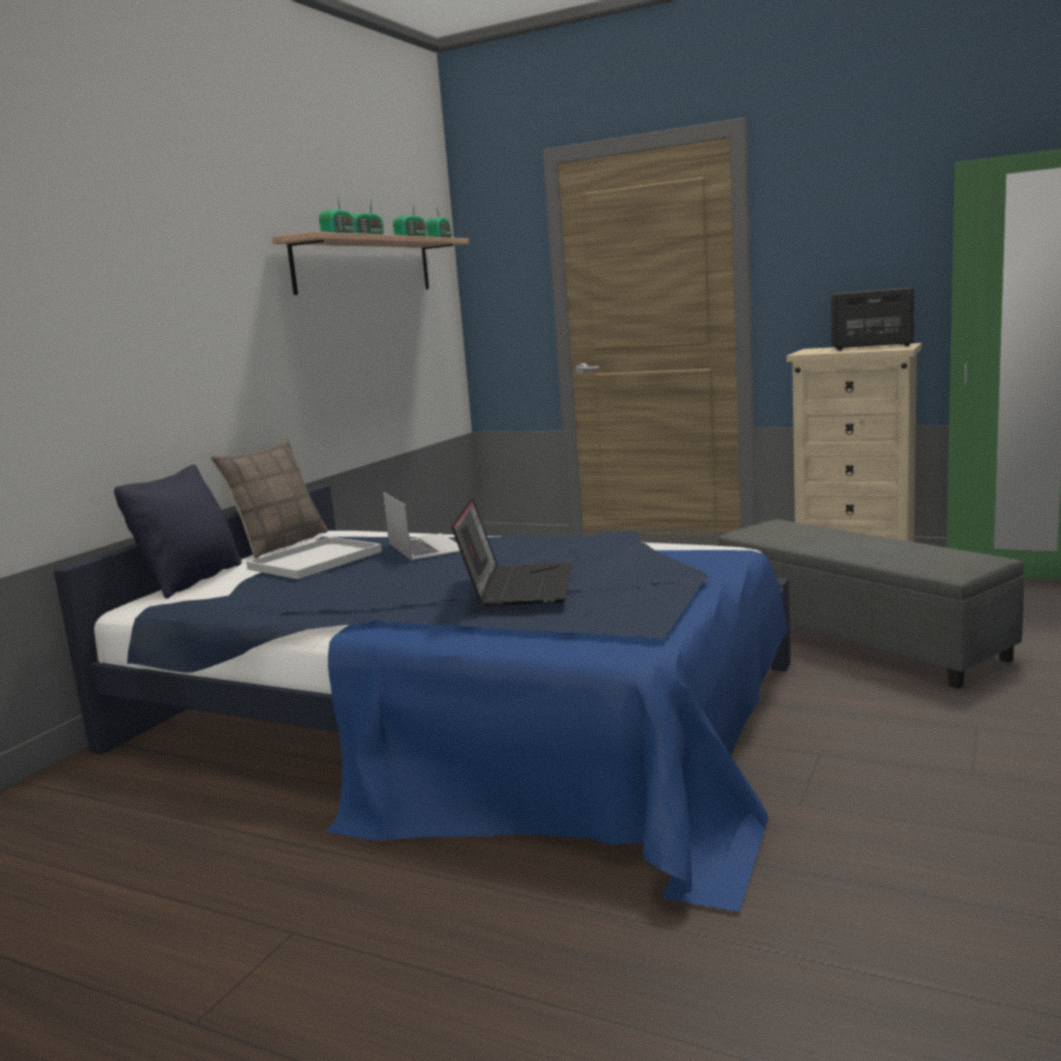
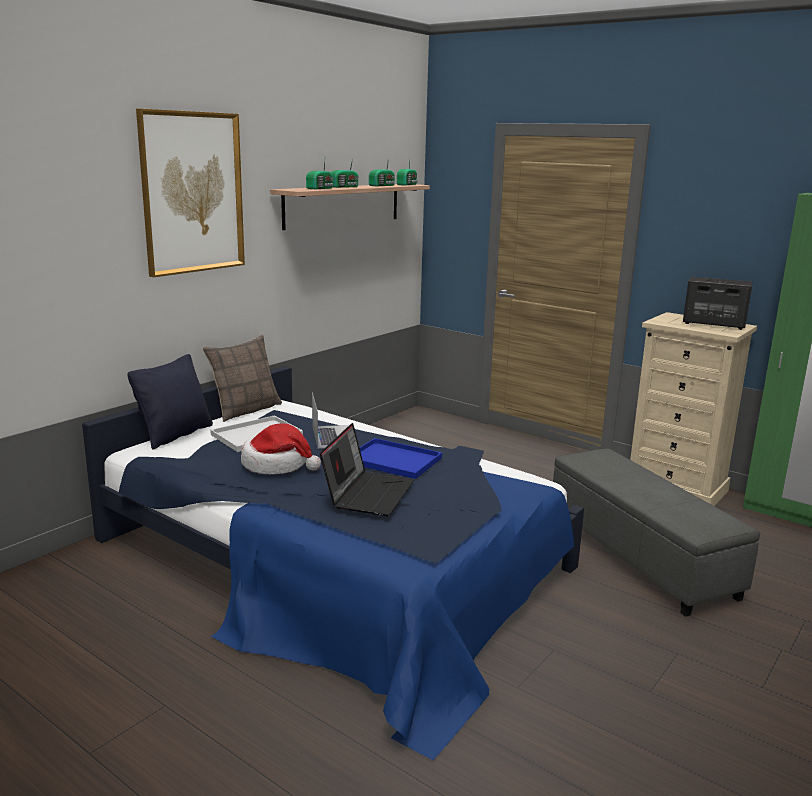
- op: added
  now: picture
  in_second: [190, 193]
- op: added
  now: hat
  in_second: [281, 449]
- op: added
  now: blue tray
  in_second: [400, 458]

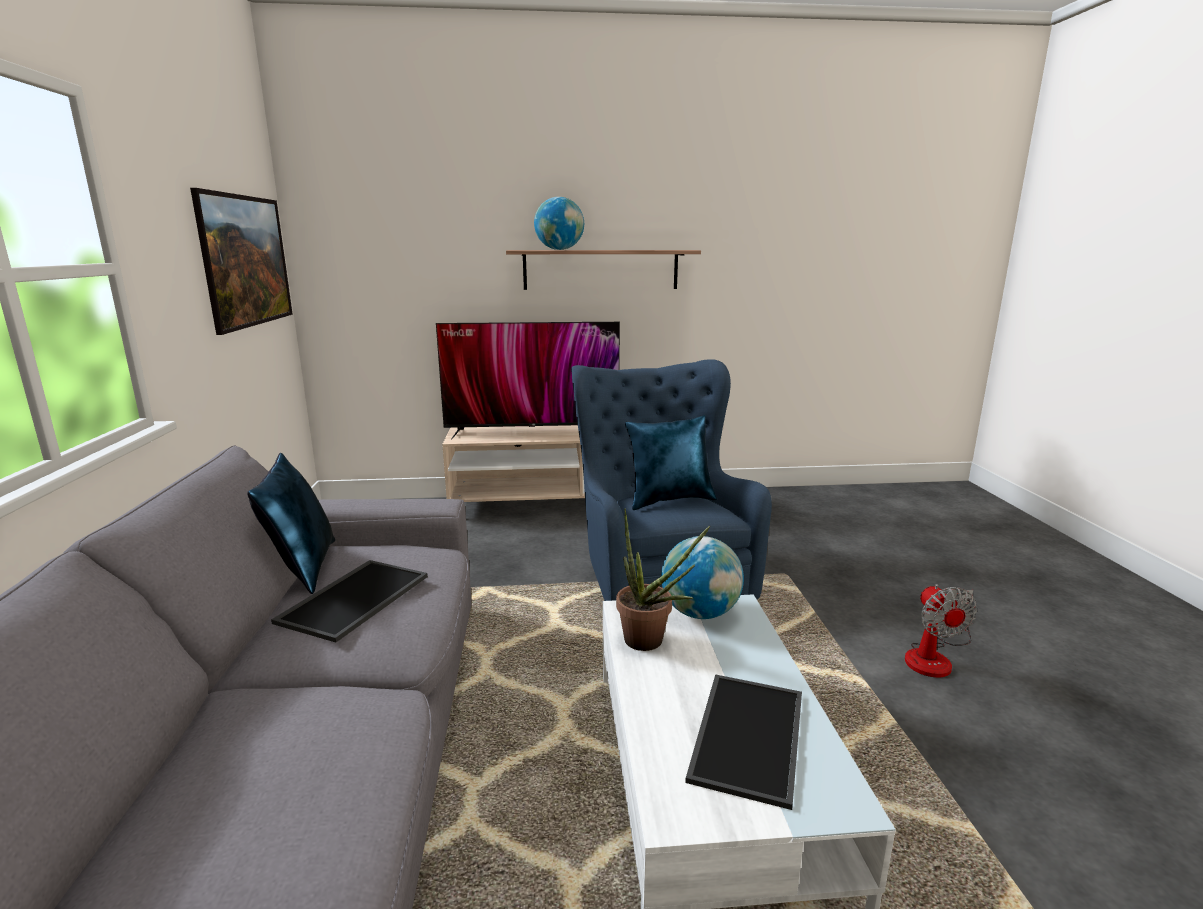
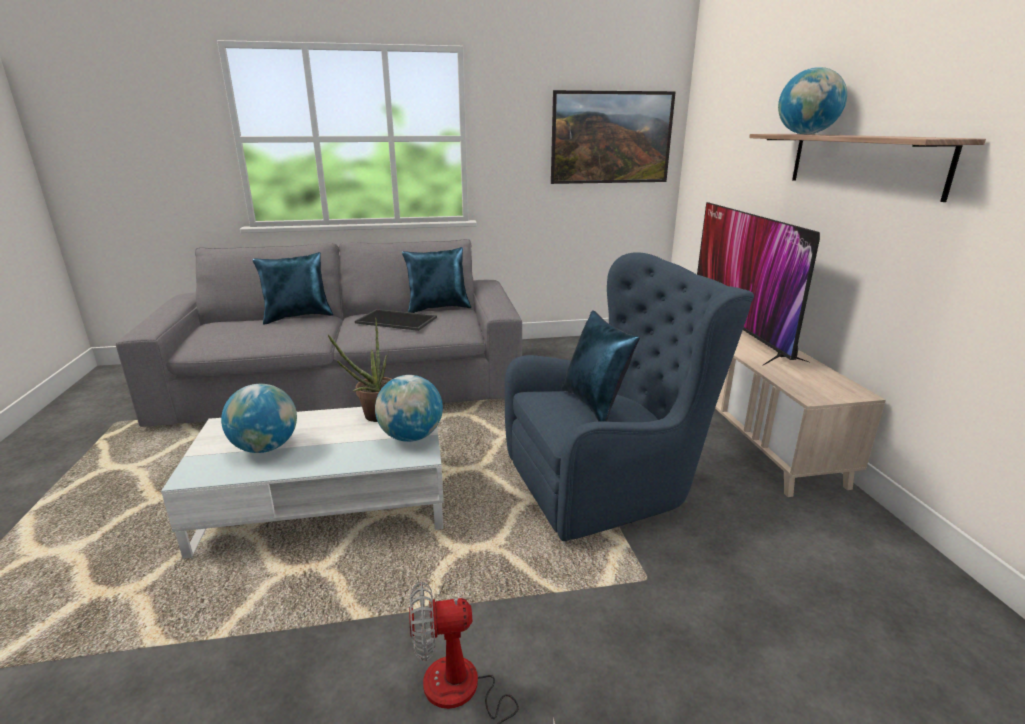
- op: replaced
  was: tray
  now: globe
  in_first: [743, 742]
  in_second: [259, 418]
- op: added
  now: blue pillow
  in_second: [292, 288]

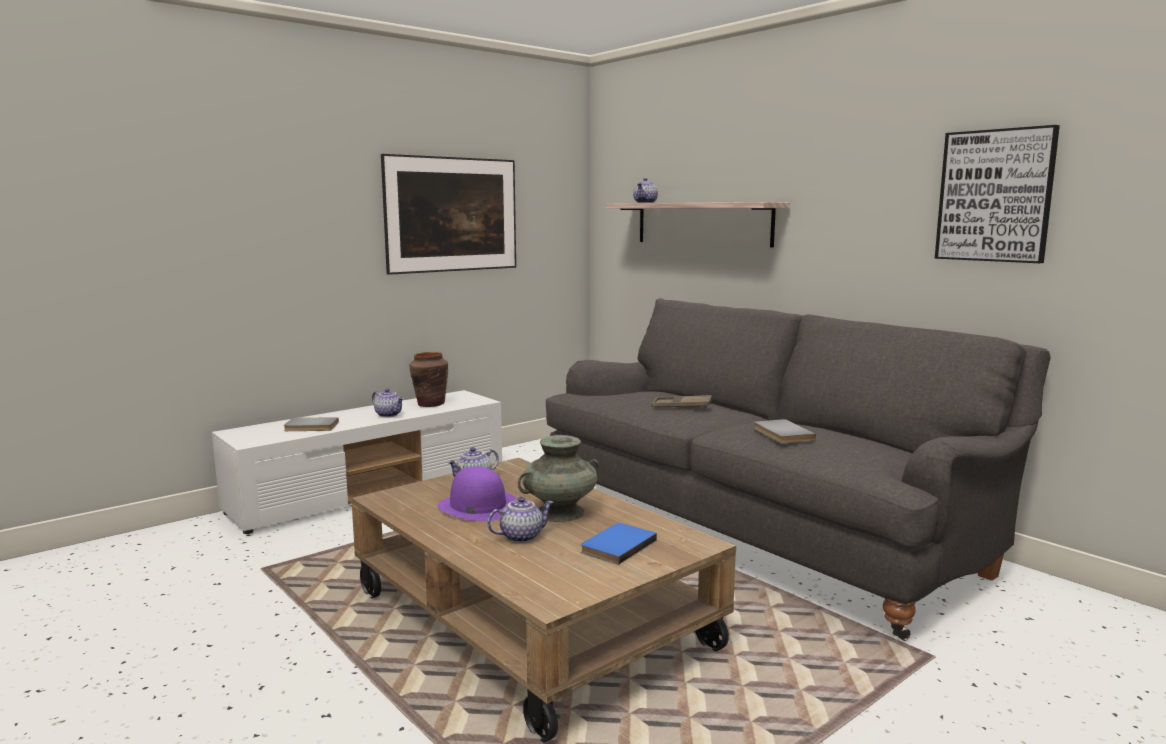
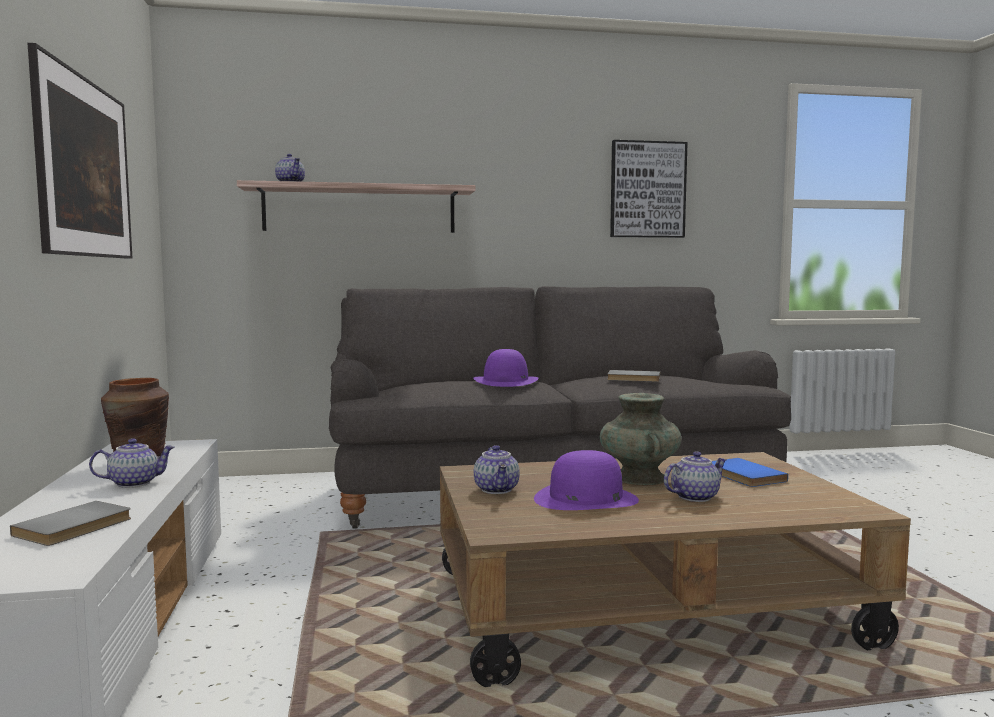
- op: replaced
  was: brown tray
  now: purplish hat
  in_first: [681, 401]
  in_second: [506, 368]
- op: turned
  was: tea pot
  in_first: [520, 520]
  in_second: [695, 476]
  clockwise: 60

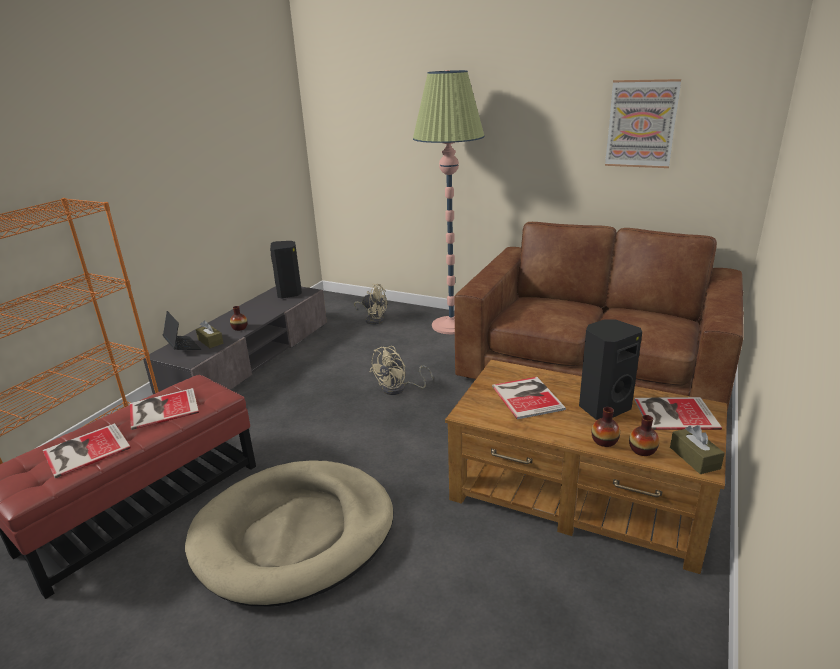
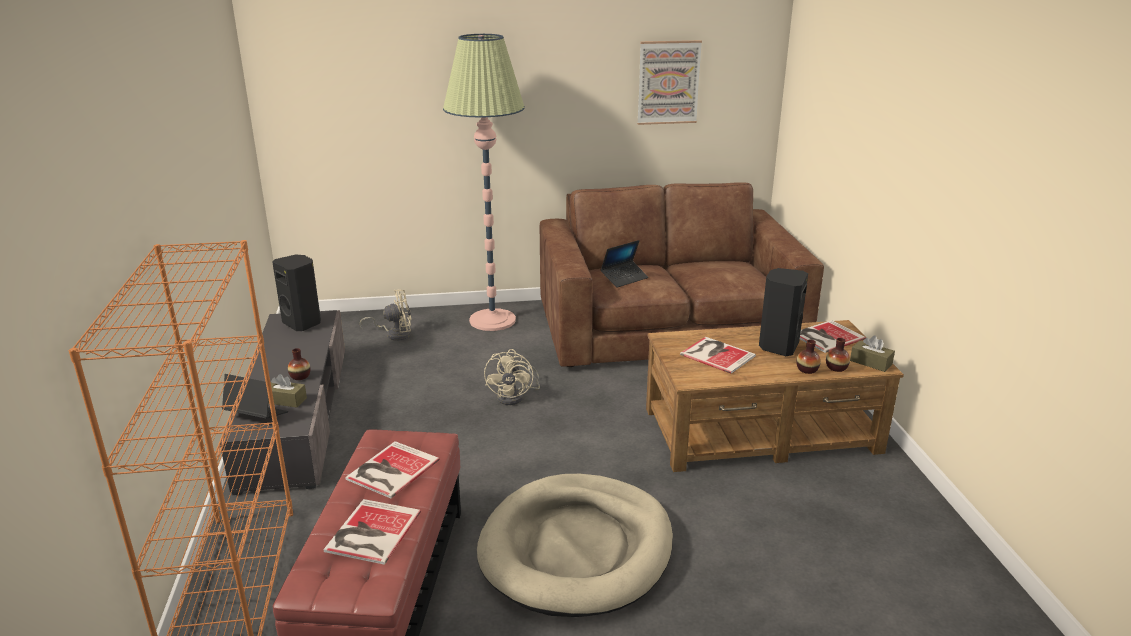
- op: added
  now: laptop
  in_second: [624, 264]

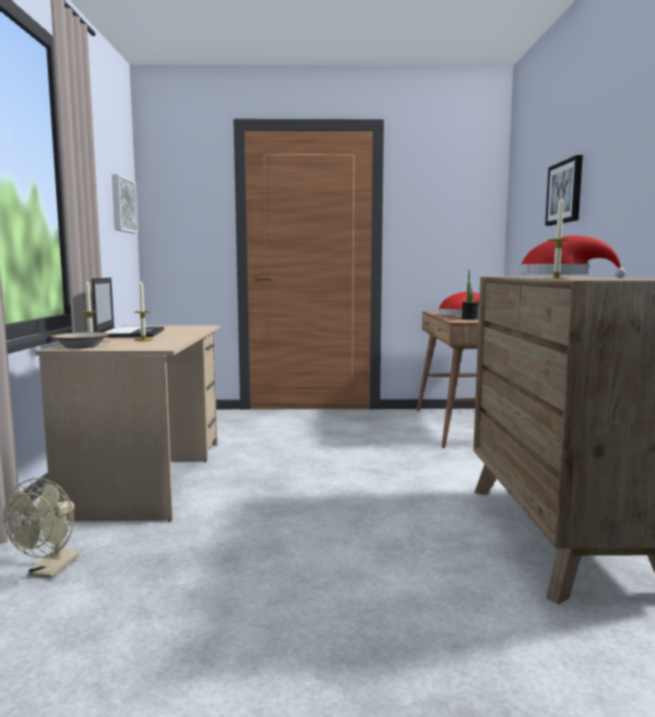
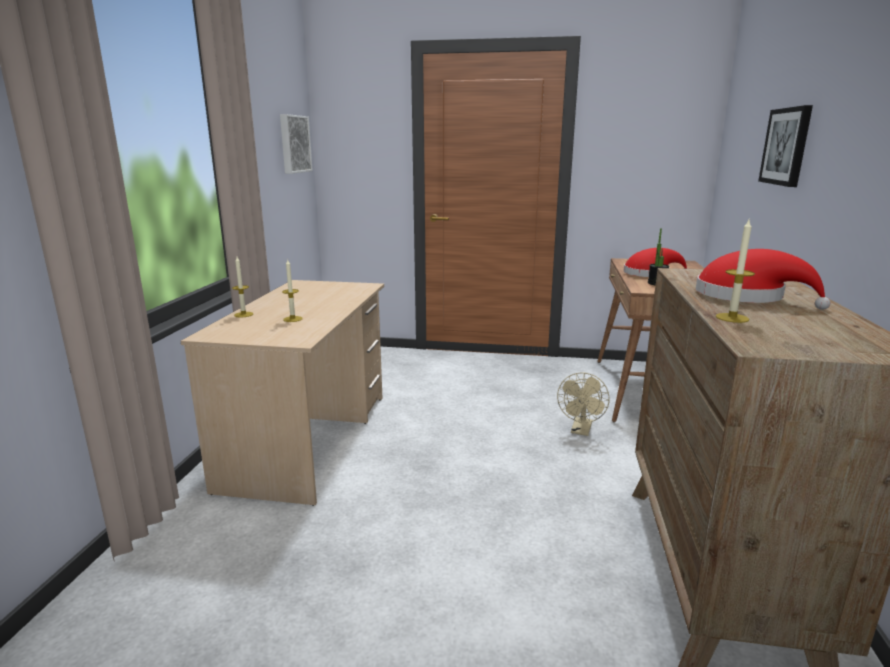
- op: removed
  was: laptop
  in_first: [128, 308]
- op: removed
  was: deep dish
  in_first: [80, 340]
- op: moved
  was: beige-coloured electric fan
  in_first: [41, 528]
  in_second: [583, 404]

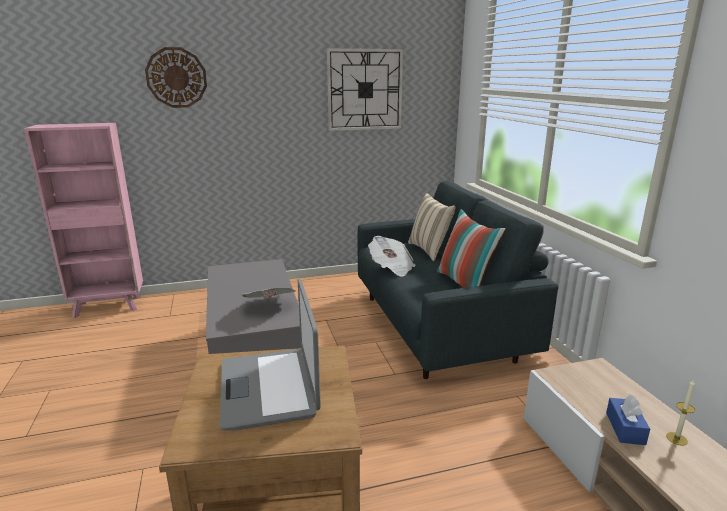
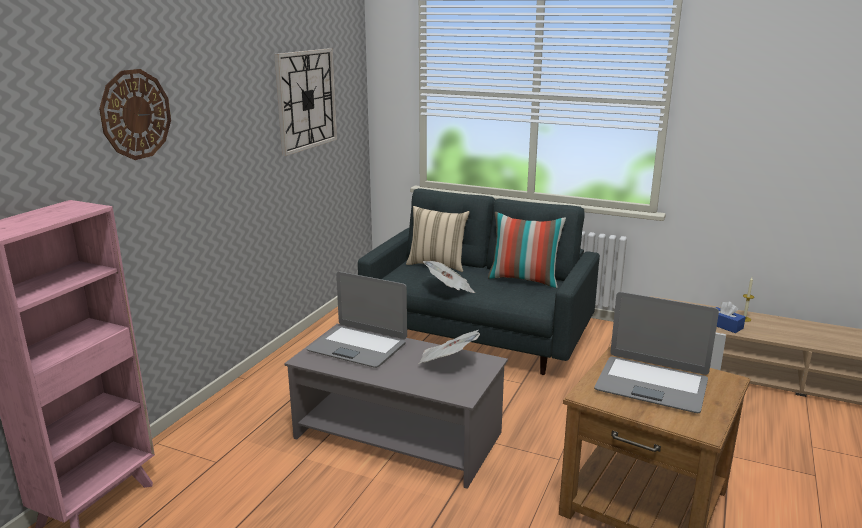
- op: added
  now: laptop
  in_second: [357, 319]

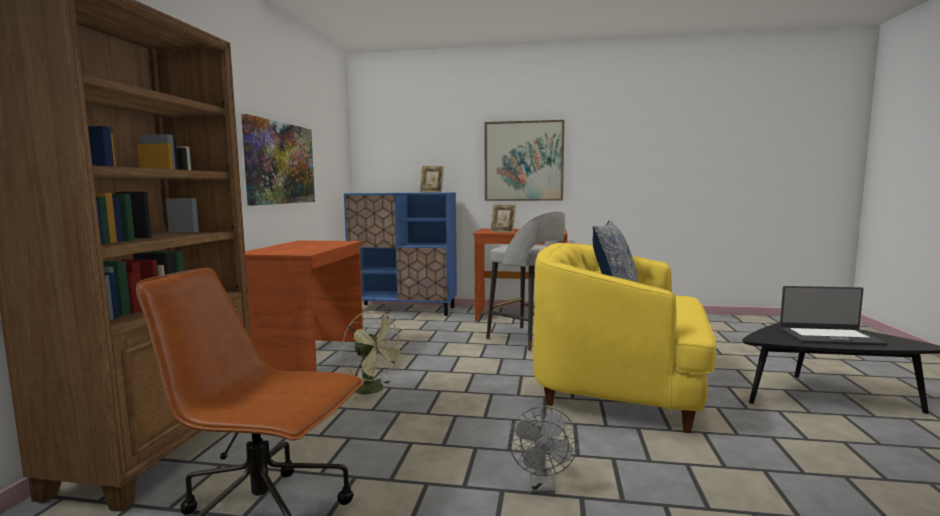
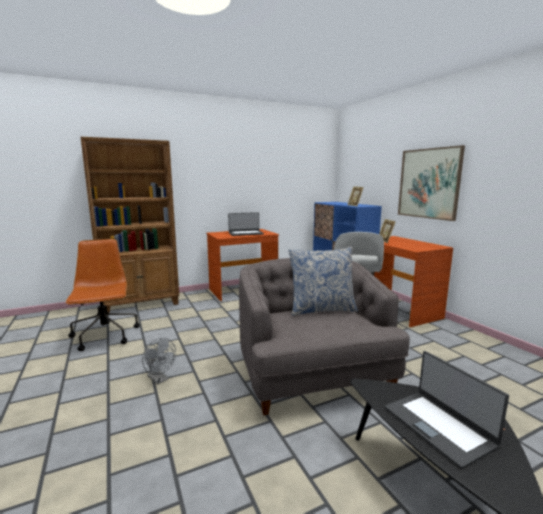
- op: removed
  was: picture
  in_first: [278, 160]
- op: recoloured
  was: yellow-coloured lounge chair
  now: gray lounge chair
  in_first: [625, 338]
  in_second: [324, 336]
- op: removed
  was: green electric fan
  in_first: [374, 355]
- op: turned
  was: gray electric fan
  in_first: [543, 449]
  in_second: [159, 361]
  clockwise: -105
- op: added
  now: laptop
  in_second: [246, 224]

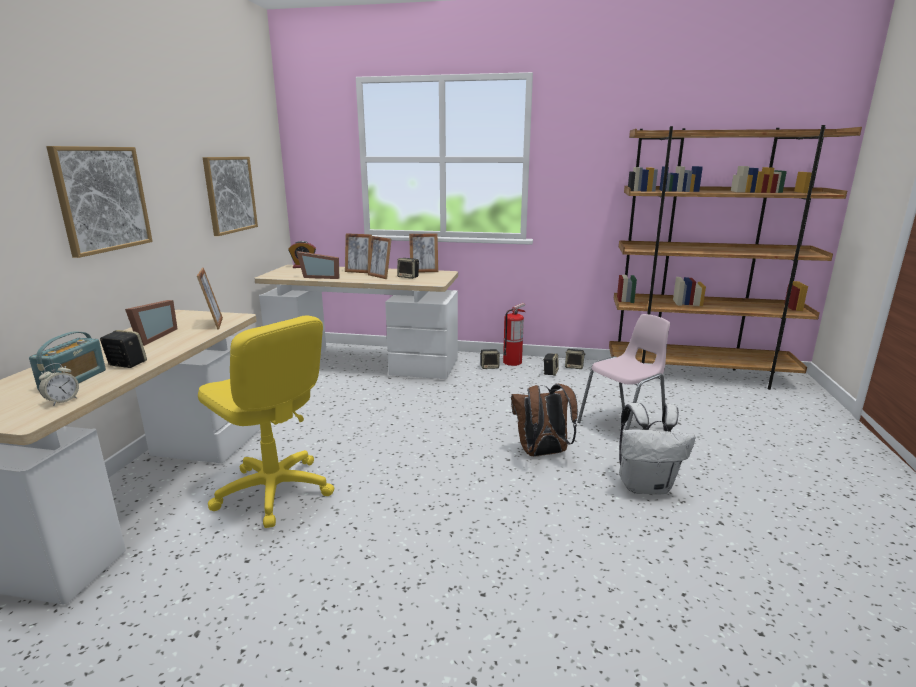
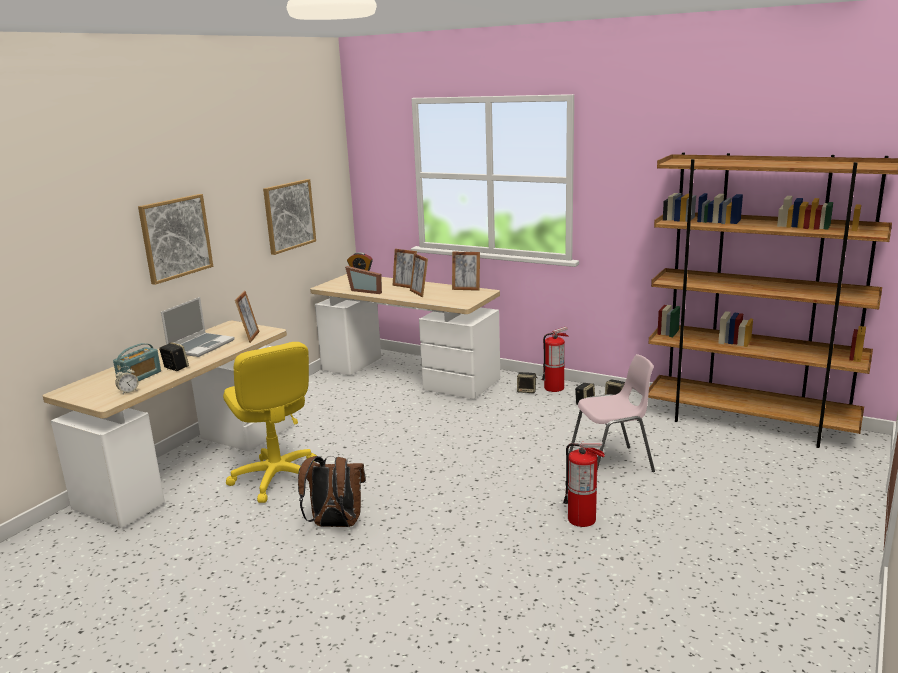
- op: removed
  was: audio speaker
  in_first: [408, 268]
- op: replaced
  was: photo frame
  now: laptop
  in_first: [151, 323]
  in_second: [198, 327]
- op: moved
  was: brown knapsack
  in_first: [544, 420]
  in_second: [332, 491]
- op: replaced
  was: whitish knapsack
  now: fire-fighting cylinder
  in_first: [657, 449]
  in_second: [584, 484]

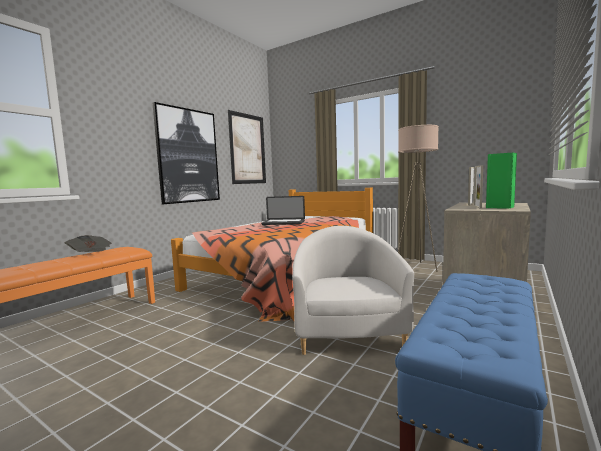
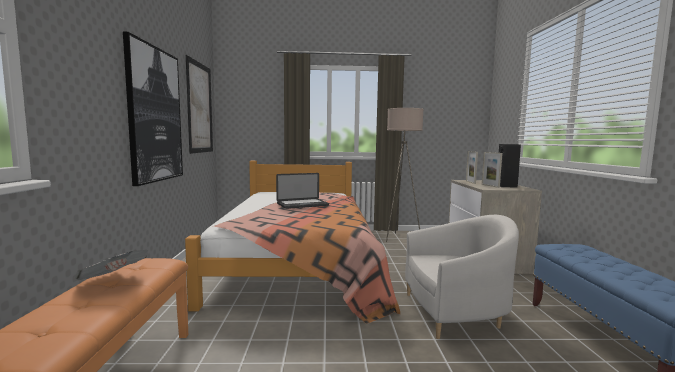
- op: recoloured
  was: green audio speaker
  now: black audio speaker
  in_first: [501, 181]
  in_second: [510, 165]
- op: turned
  was: whitish lounge chair
  in_first: [353, 290]
  in_second: [462, 277]
  clockwise: 120

